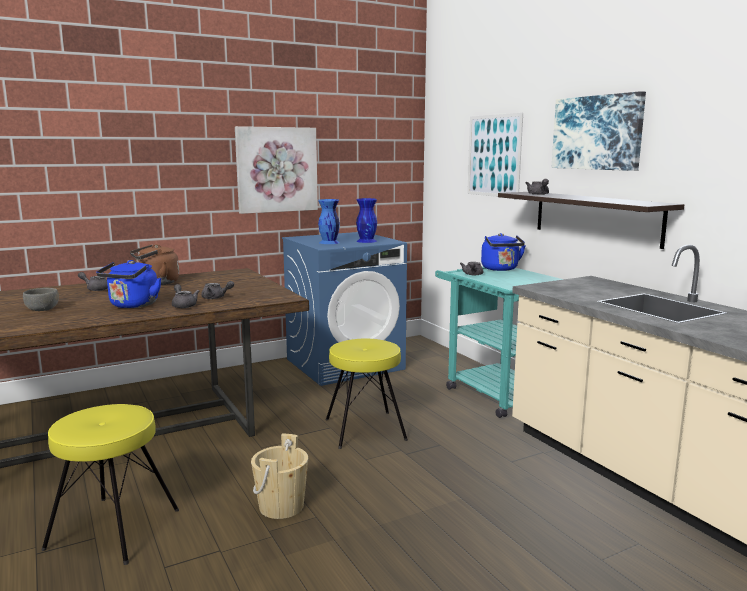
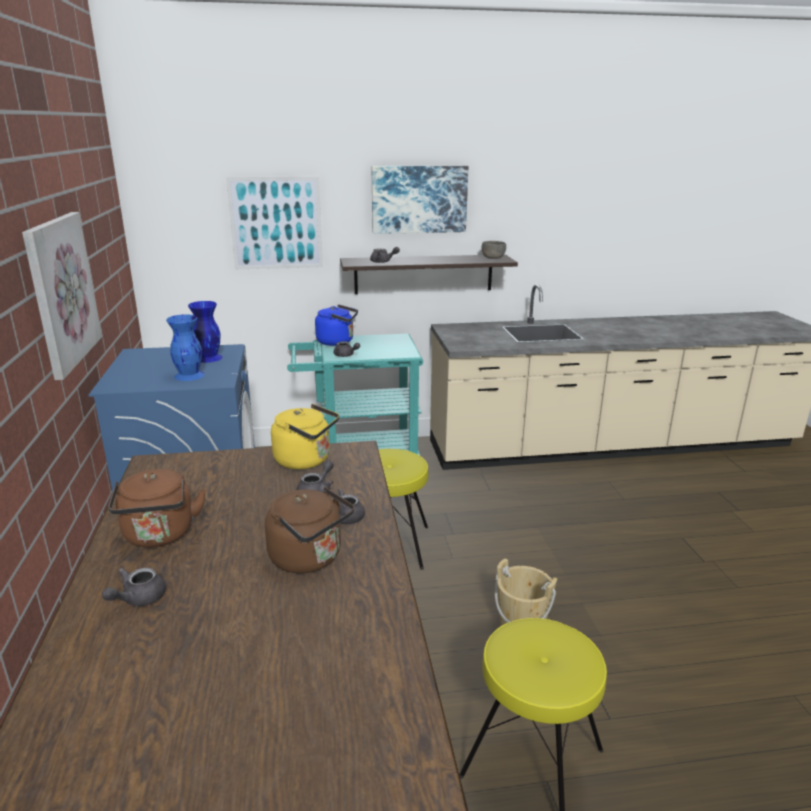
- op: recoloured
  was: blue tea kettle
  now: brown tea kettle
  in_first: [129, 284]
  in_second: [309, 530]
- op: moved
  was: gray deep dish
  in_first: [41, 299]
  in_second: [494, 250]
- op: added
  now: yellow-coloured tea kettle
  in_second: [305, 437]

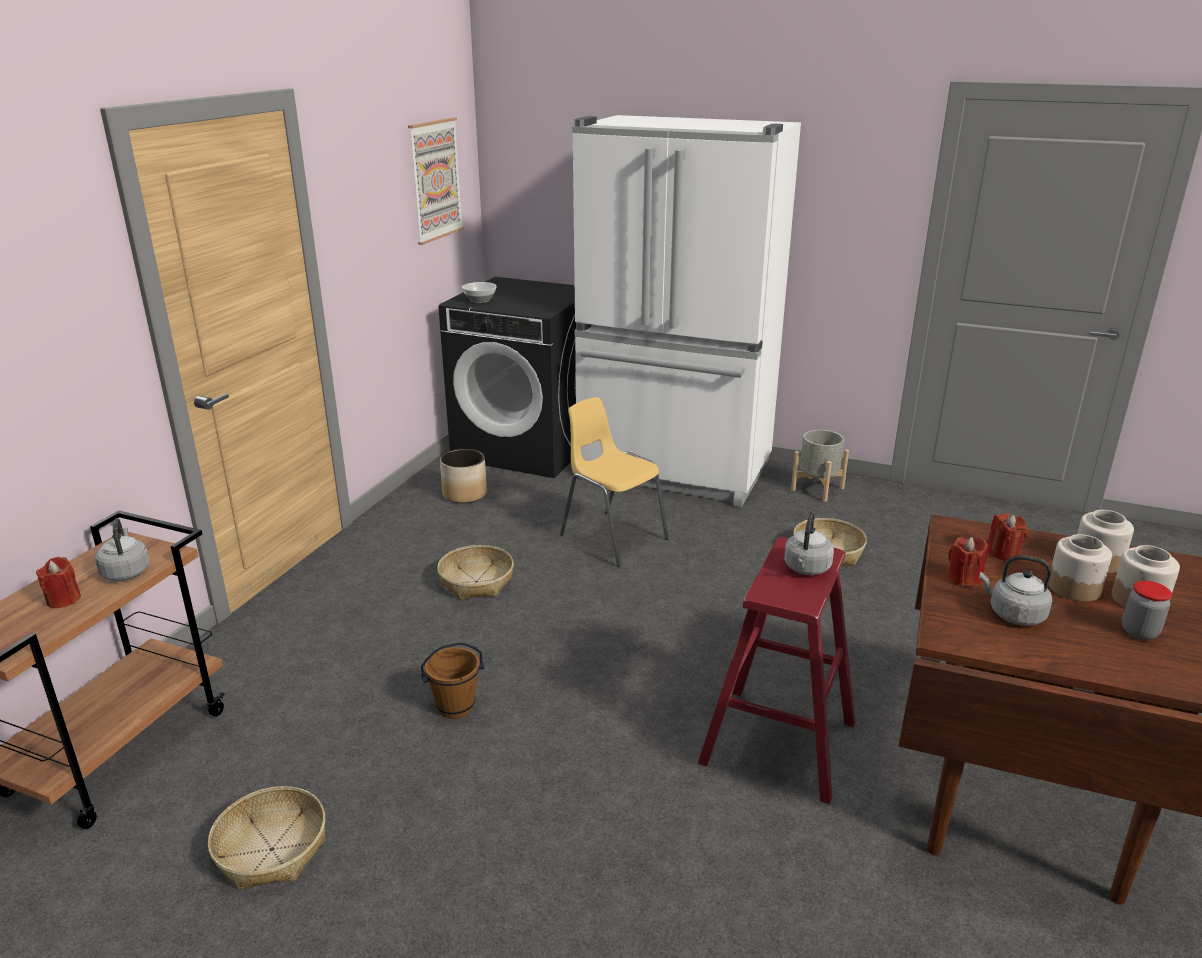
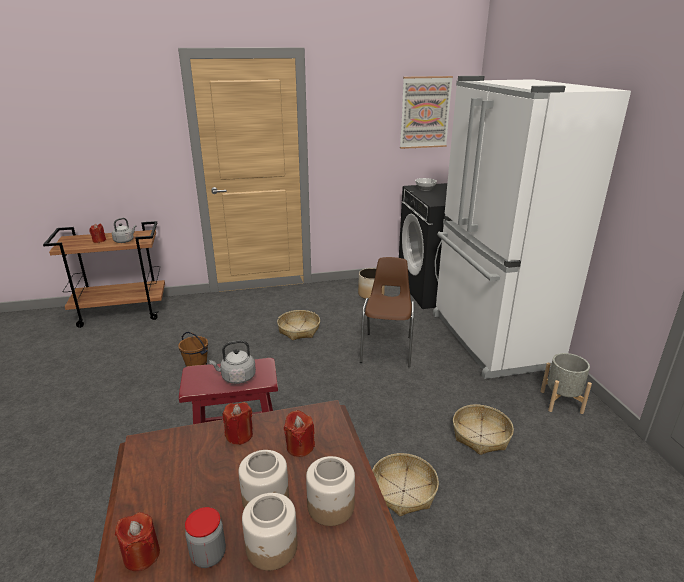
- op: recoloured
  was: yellow-coloured upright chair
  now: brown upright chair
  in_first: [614, 482]
  in_second: [387, 312]
- op: removed
  was: gray tea kettle
  in_first: [1015, 590]
- op: moved
  was: storage basket
  in_first: [266, 838]
  in_second: [405, 484]
- op: added
  now: red wax candle
  in_second: [137, 541]

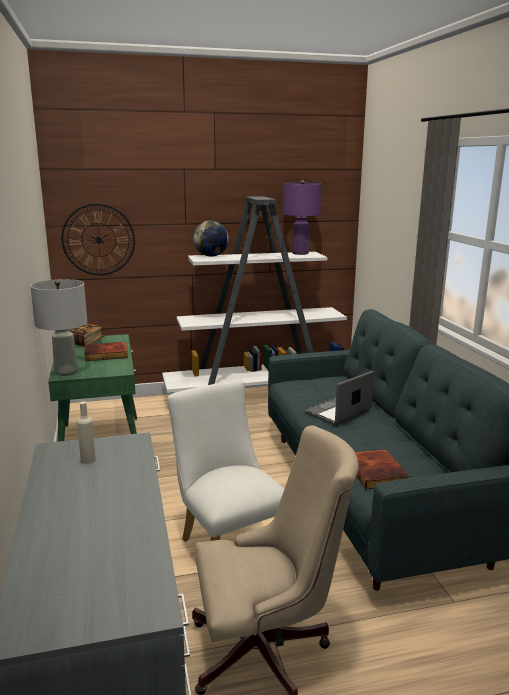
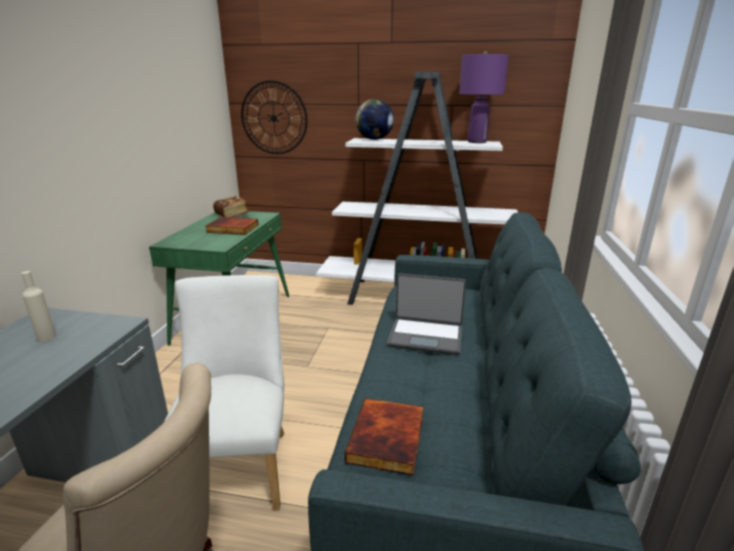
- op: removed
  was: gray tabletop lamp
  in_first: [58, 327]
- op: turned
  was: laptop
  in_first: [339, 398]
  in_second: [426, 314]
  clockwise: -150

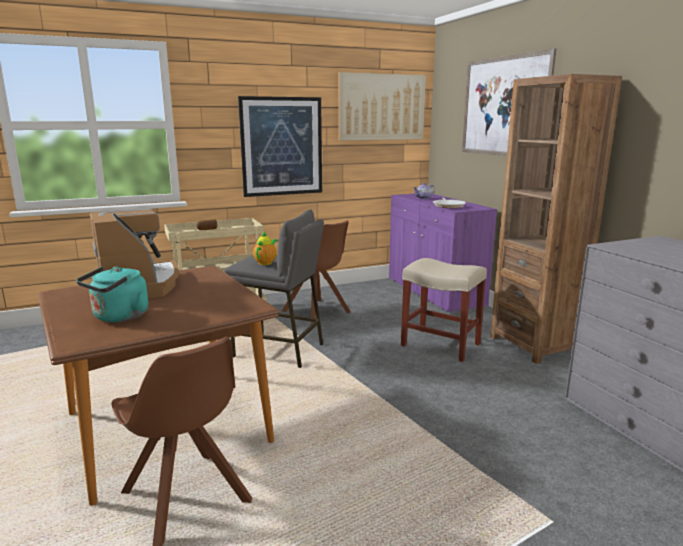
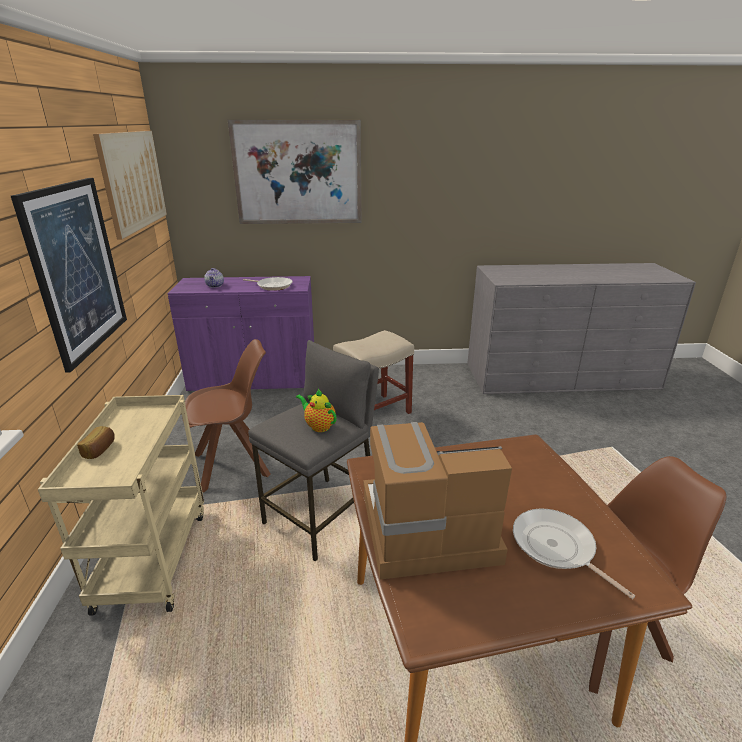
- op: removed
  was: brown bookshelf
  in_first: [556, 219]
- op: replaced
  was: turquoise-coloured tea kettle
  now: pan
  in_first: [112, 294]
  in_second: [574, 553]

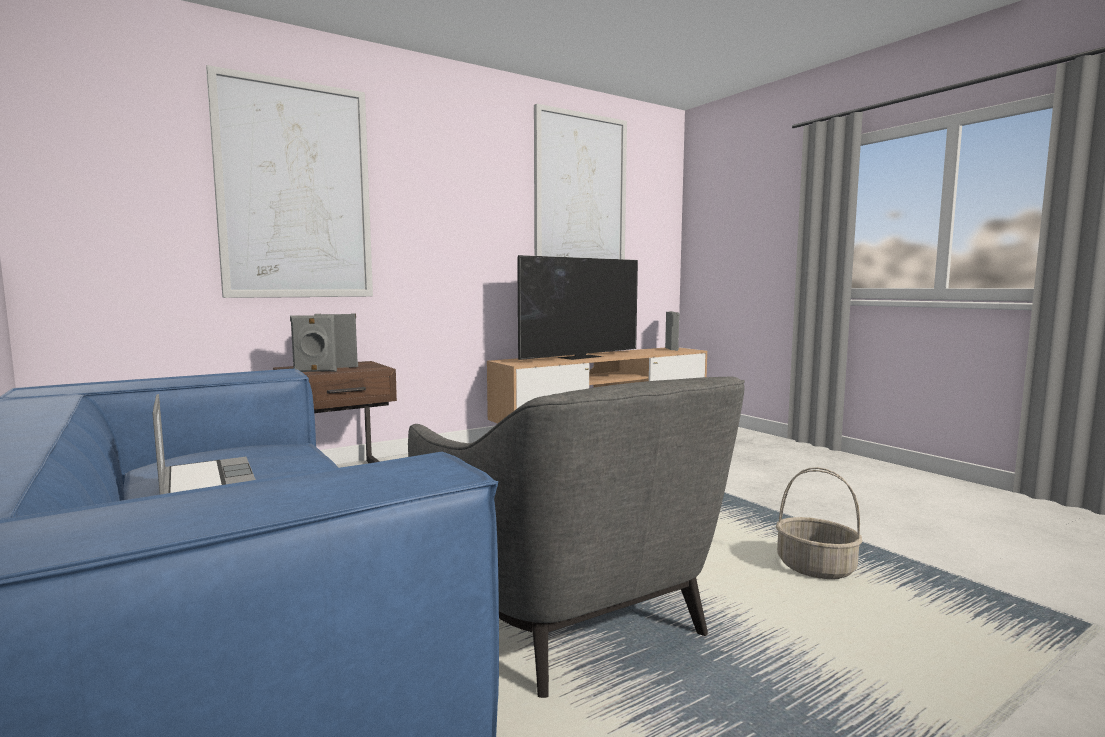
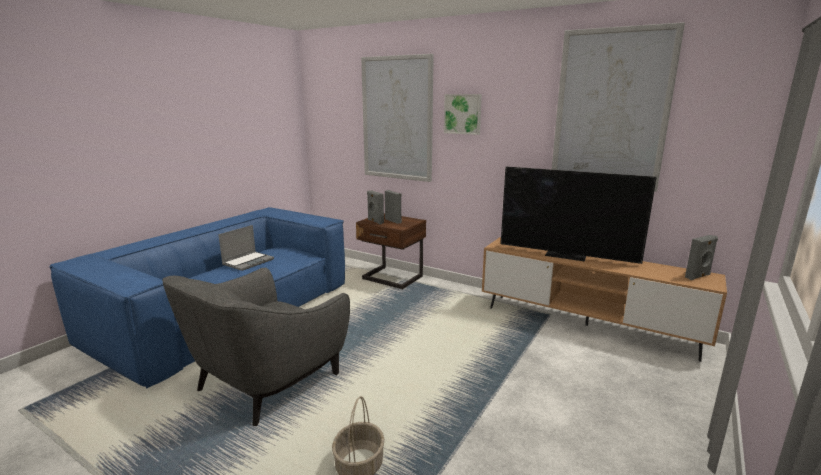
- op: added
  now: picture
  in_second: [463, 114]

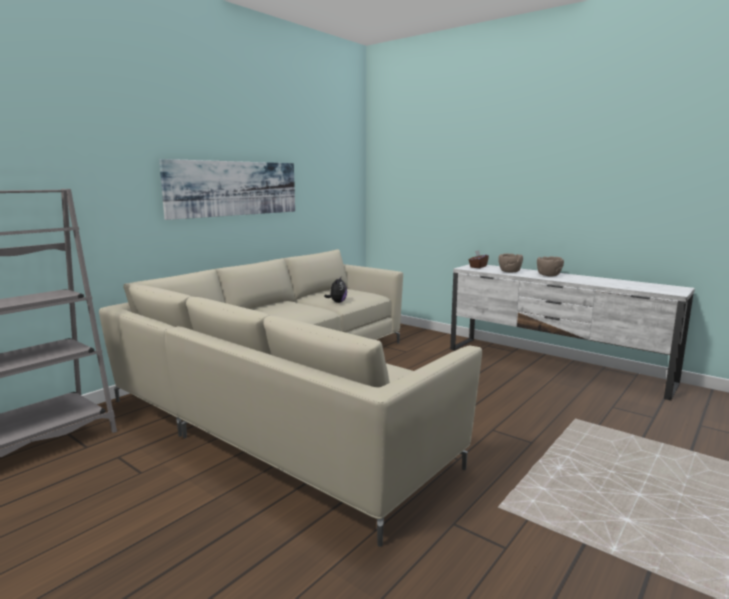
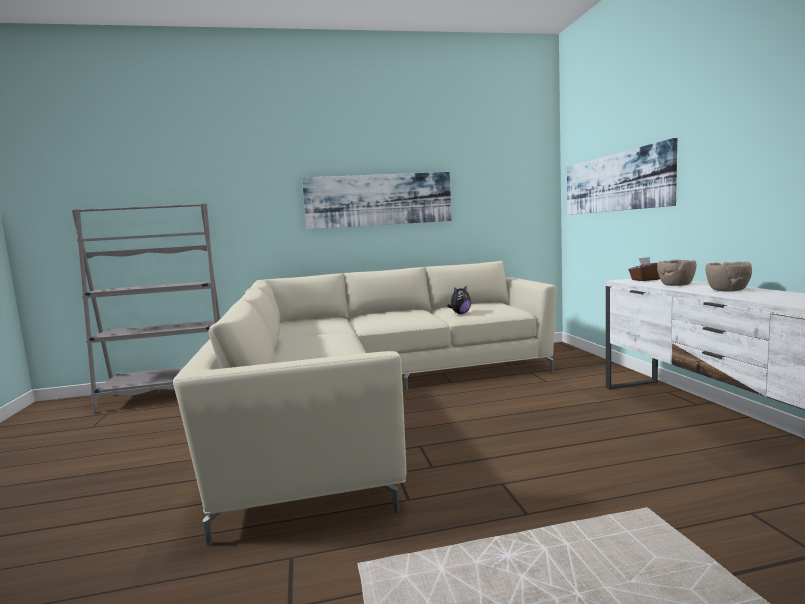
- op: added
  now: picture
  in_second: [622, 176]

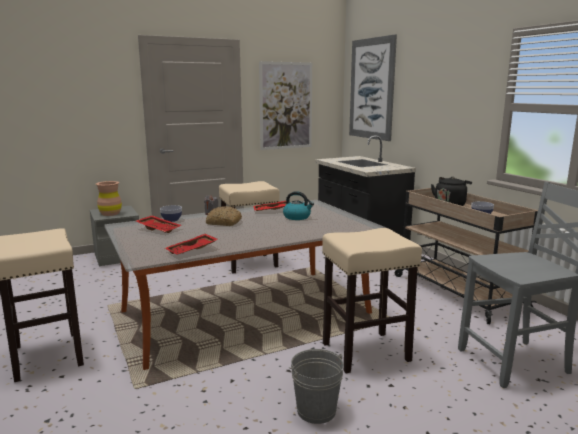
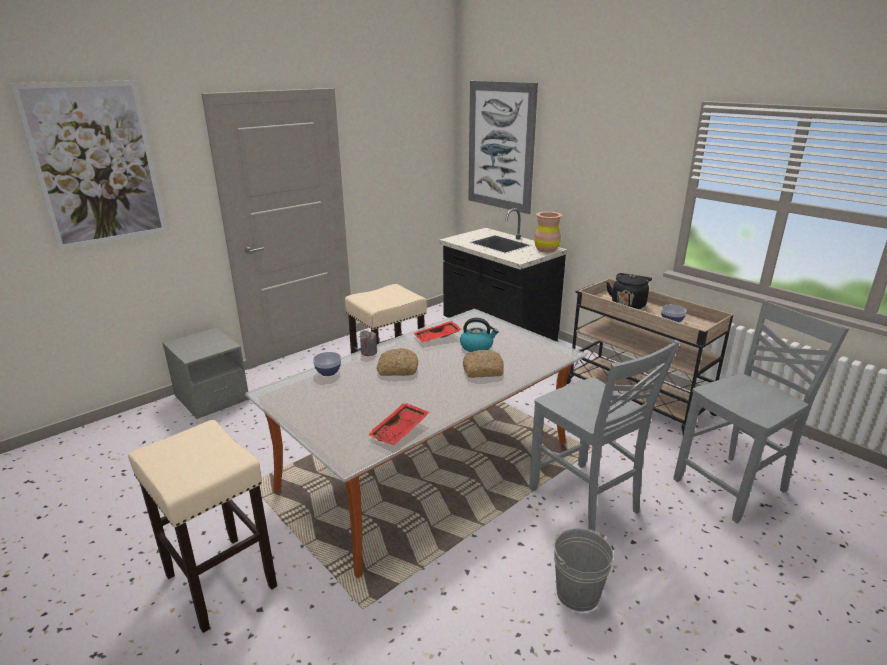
- op: moved
  was: picture
  in_first: [285, 105]
  in_second: [88, 165]
- op: moved
  was: brown vase
  in_first: [109, 198]
  in_second: [548, 232]
- op: removed
  was: red tray
  in_first: [158, 224]
- op: replaced
  was: beige-coloured stool
  now: gray upright chair
  in_first: [372, 300]
  in_second: [604, 436]
- op: added
  now: bakery bread
  in_second: [483, 364]

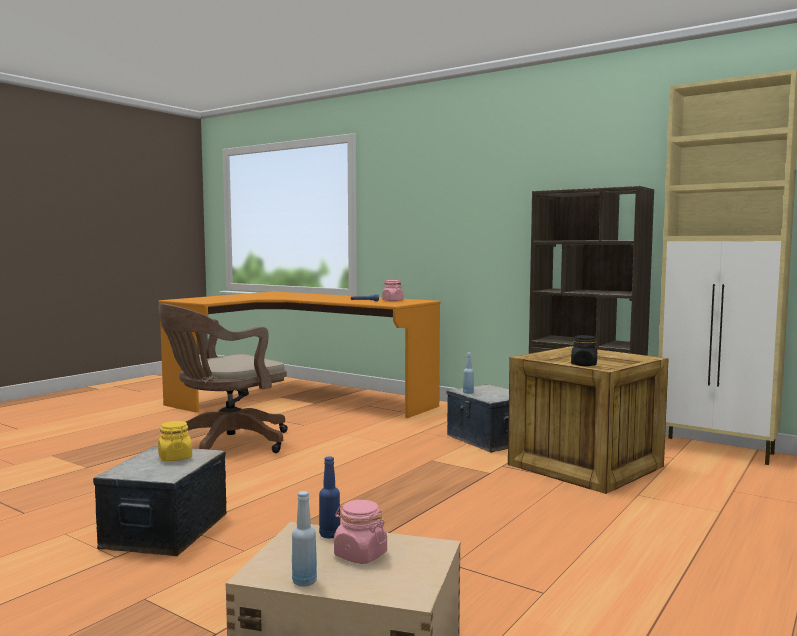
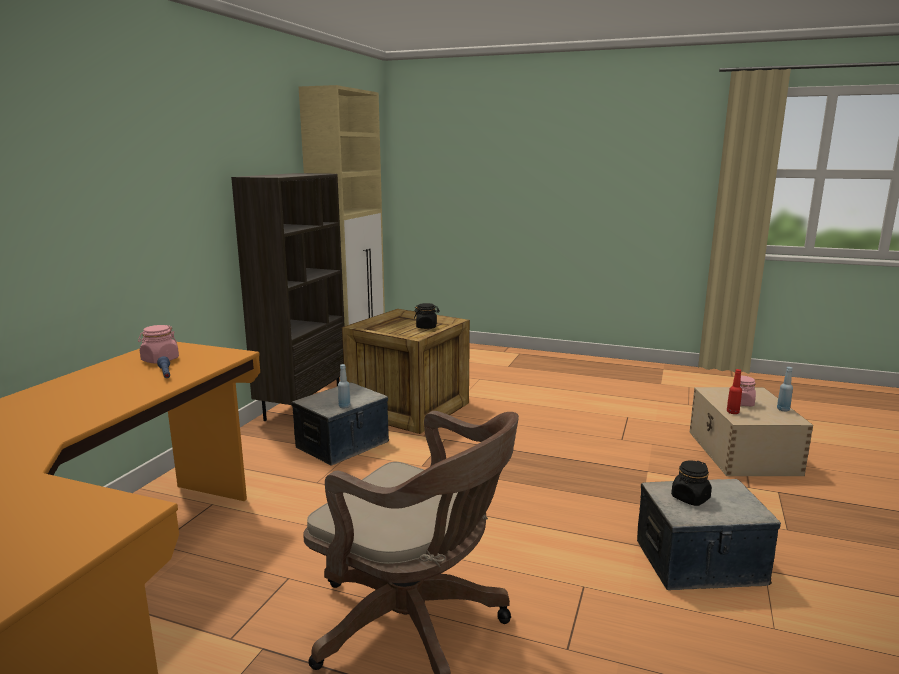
- op: recoloured
  was: yellow-coloured jar
  now: black jar
  in_first: [175, 441]
  in_second: [691, 483]
- op: recoloured
  was: blue drink bottle
  now: red drink bottle
  in_first: [329, 497]
  in_second: [734, 391]

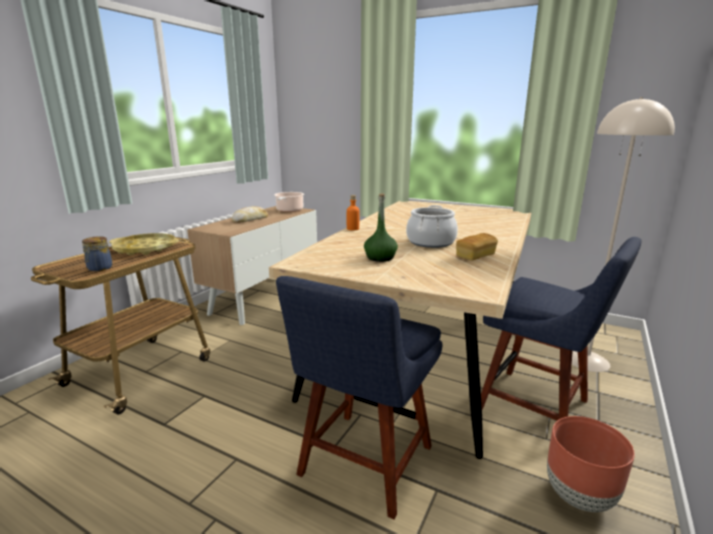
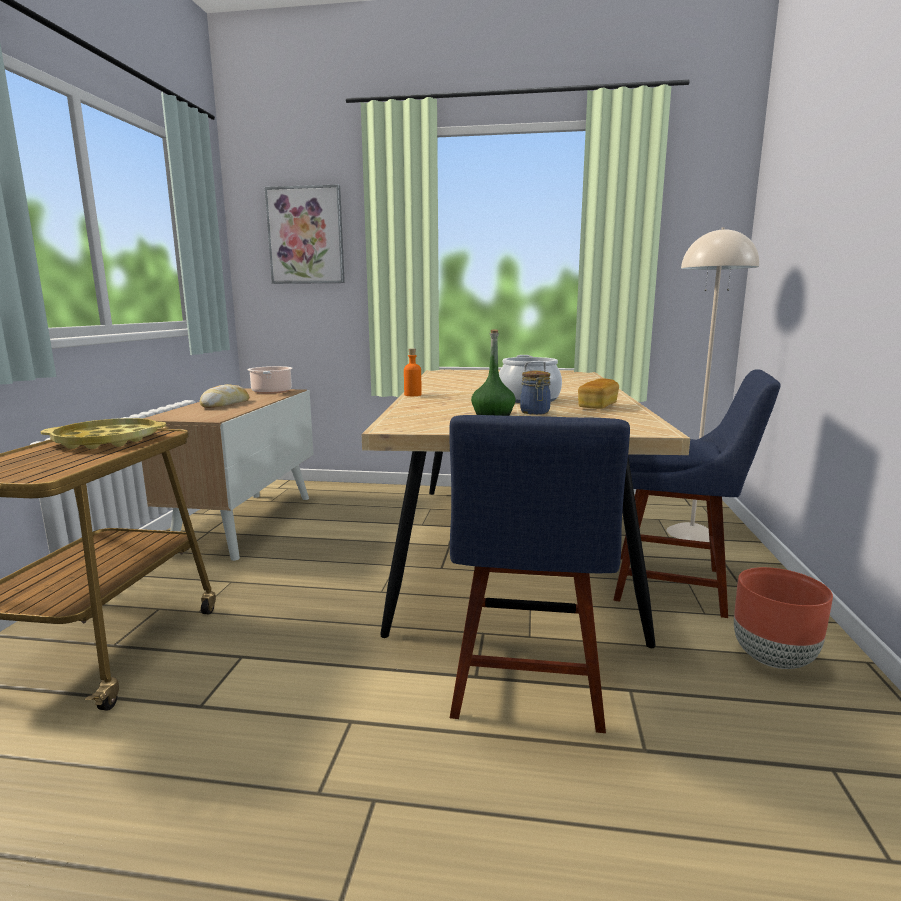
- op: moved
  was: jar
  in_first: [97, 253]
  in_second: [535, 393]
- op: added
  now: picture
  in_second: [305, 234]

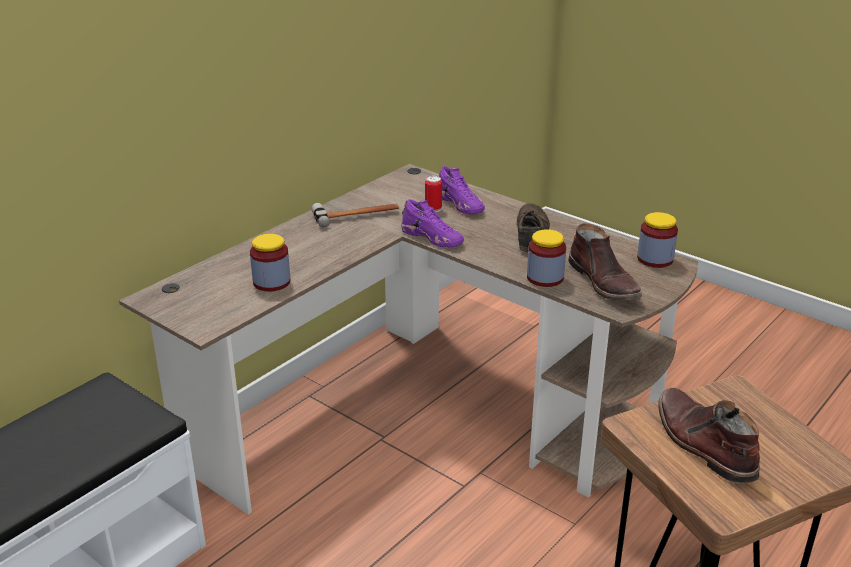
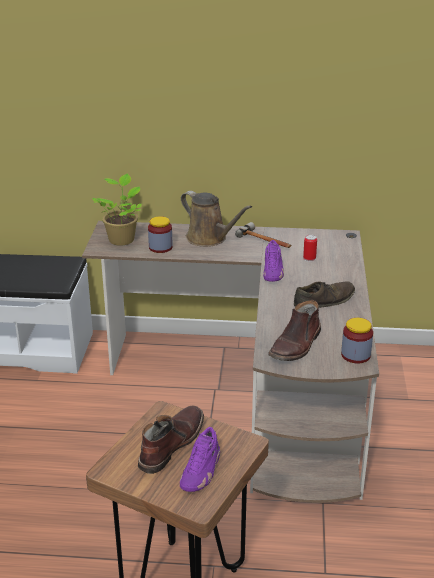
- op: moved
  was: purplish low shoe
  in_first: [461, 190]
  in_second: [200, 459]
- op: removed
  was: jar
  in_first: [546, 258]
- op: added
  now: potted plant
  in_second: [117, 210]
- op: added
  now: brown watering pot
  in_second: [216, 219]

